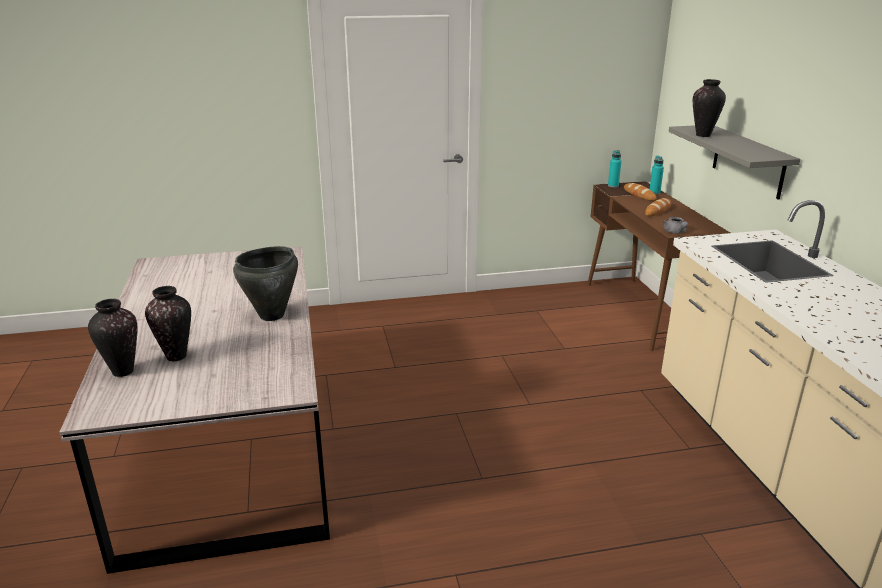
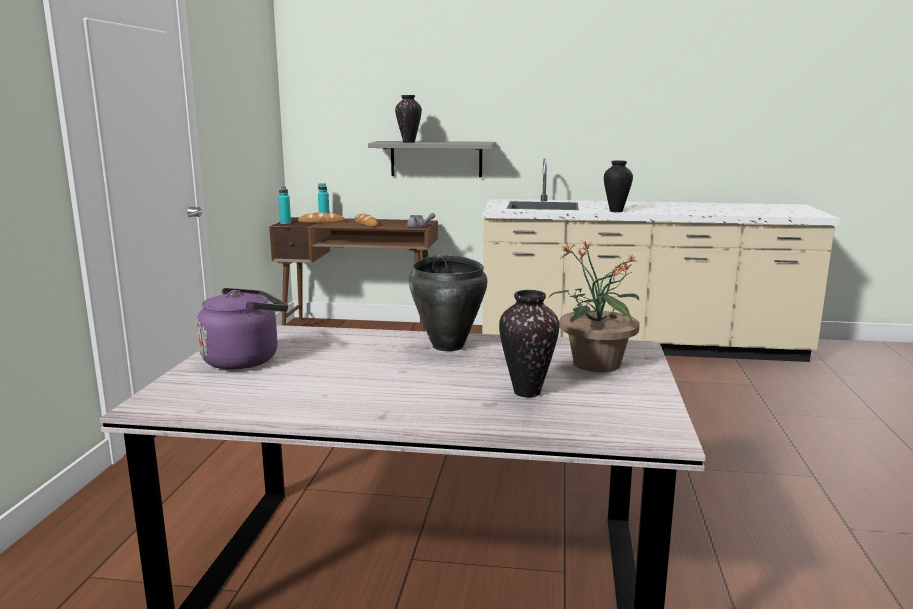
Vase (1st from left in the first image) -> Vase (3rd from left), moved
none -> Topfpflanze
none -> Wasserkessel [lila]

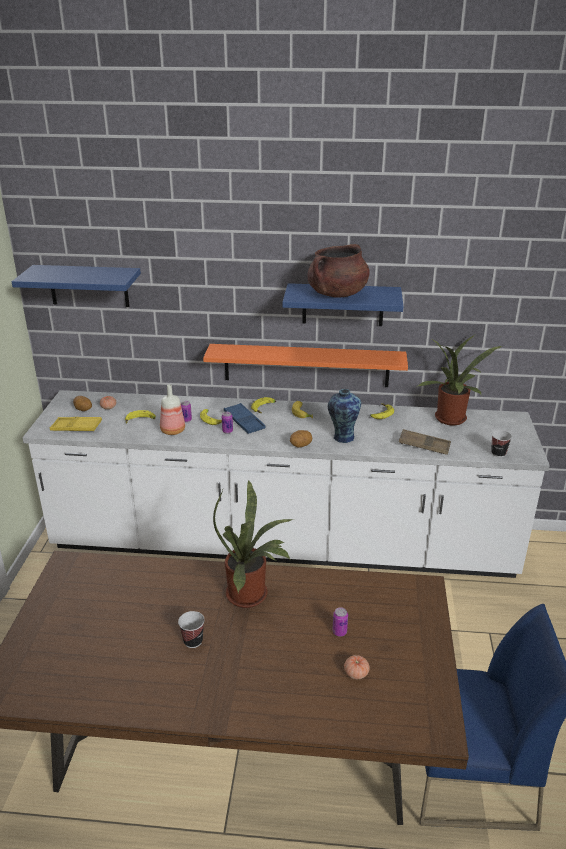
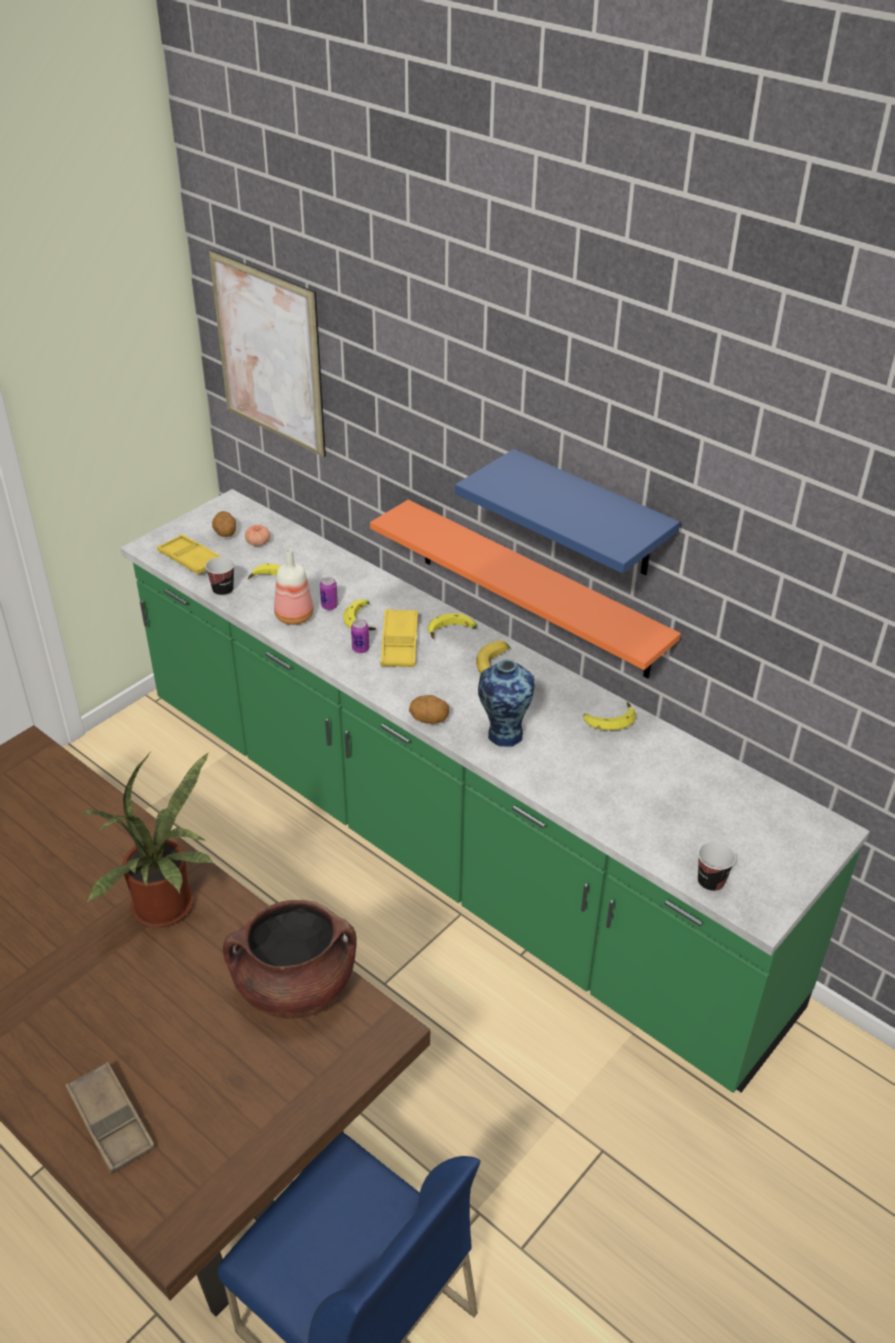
Kochtopf [braun], moved
Wandregal [blau] (1st from left) -> Bild
Topfpflanze (2nd from left) -> none
Küchenzeile [weiß] -> Küchenzeile [grün]
Tablett [blau] -> Tablett [gelb] (2nd from left)
Tablett [braun], moved
Dose (3rd from left) -> none
Tasse (1st from left), moved
Tomate (2nd from left) -> none

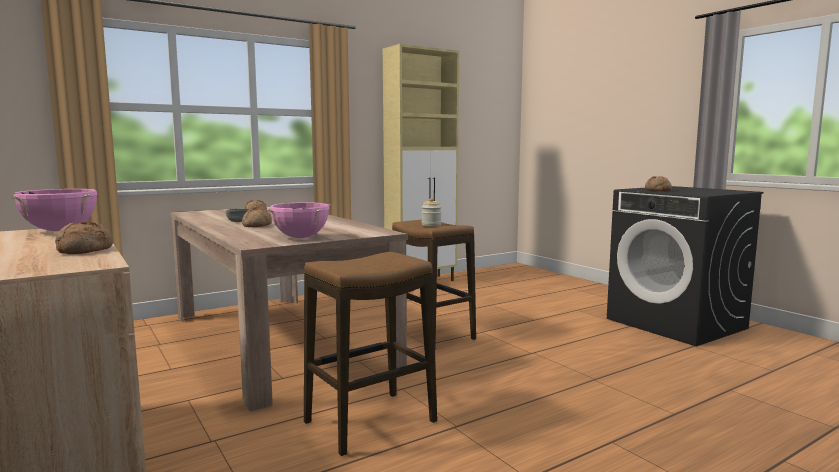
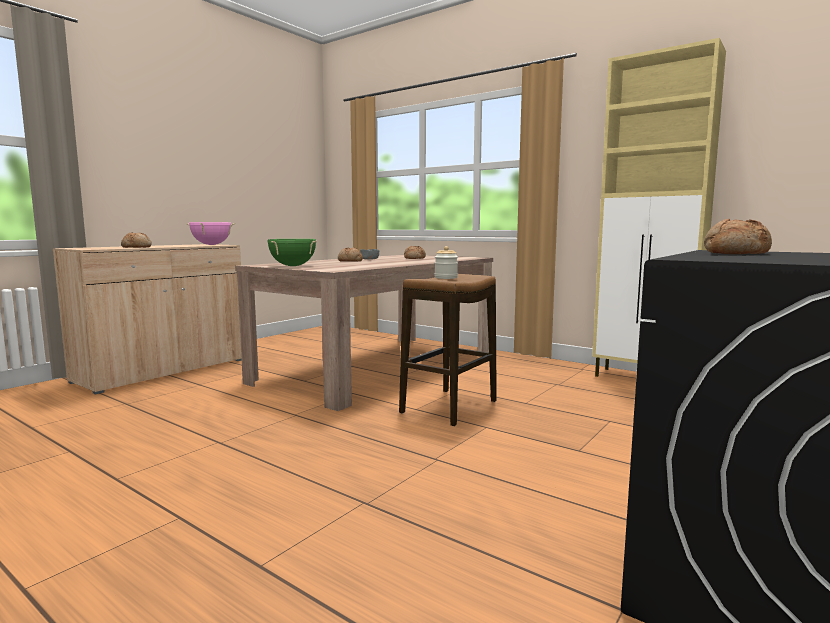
Kochtopf [rosa] (2nd from left) -> Kochtopf [grün]
Hocker (1st from left) -> none

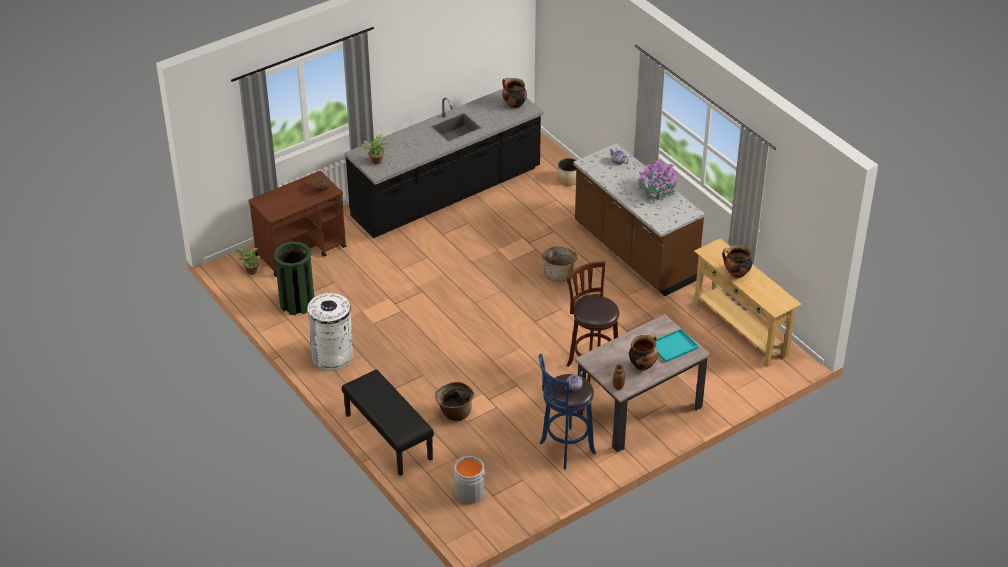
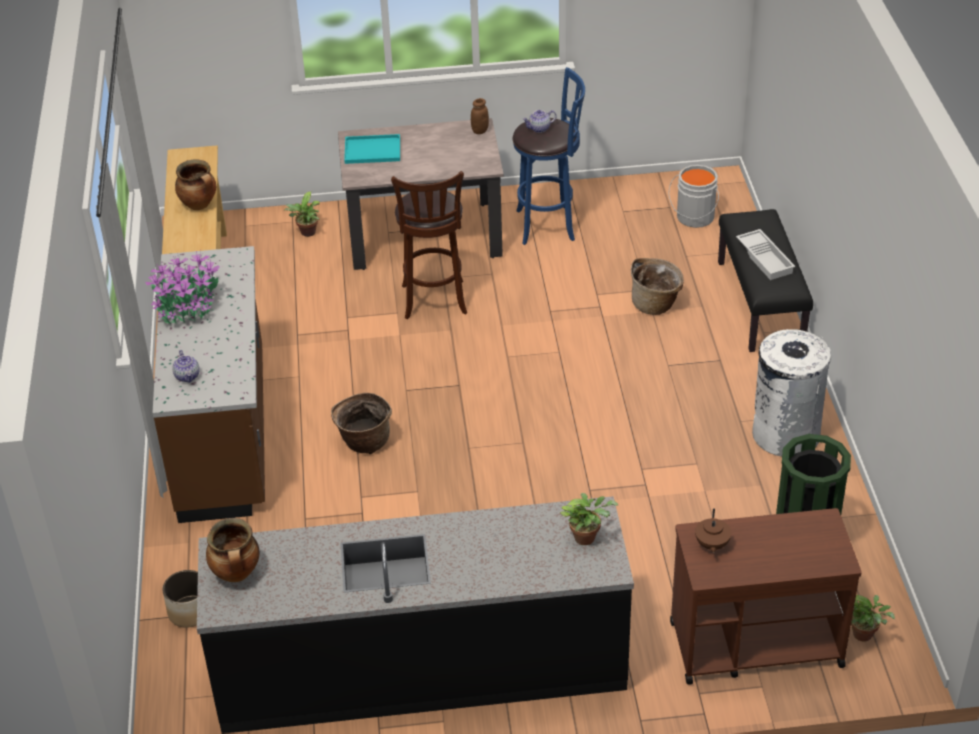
Kochtopf (2nd from left) -> none
none -> Topfpflanze (2nd from left)
none -> Tablett [weiß]

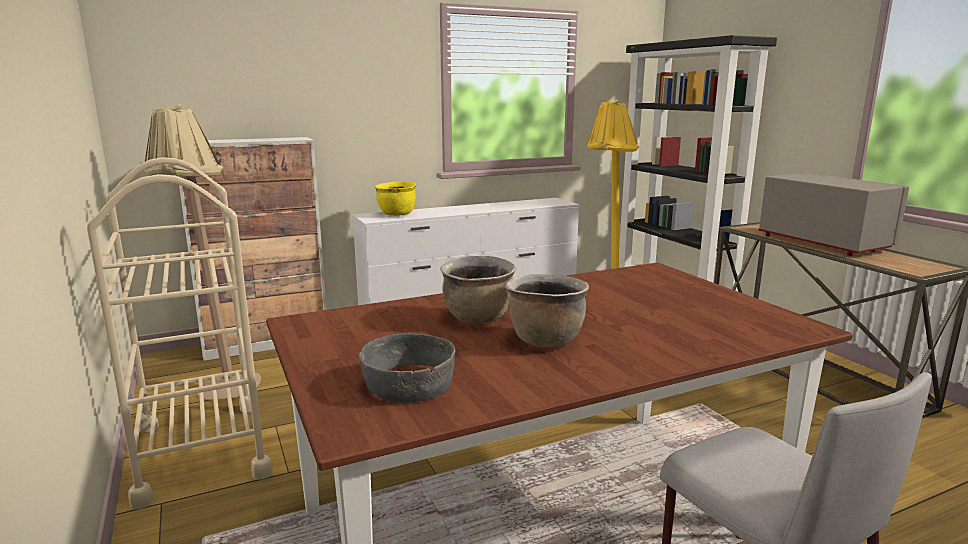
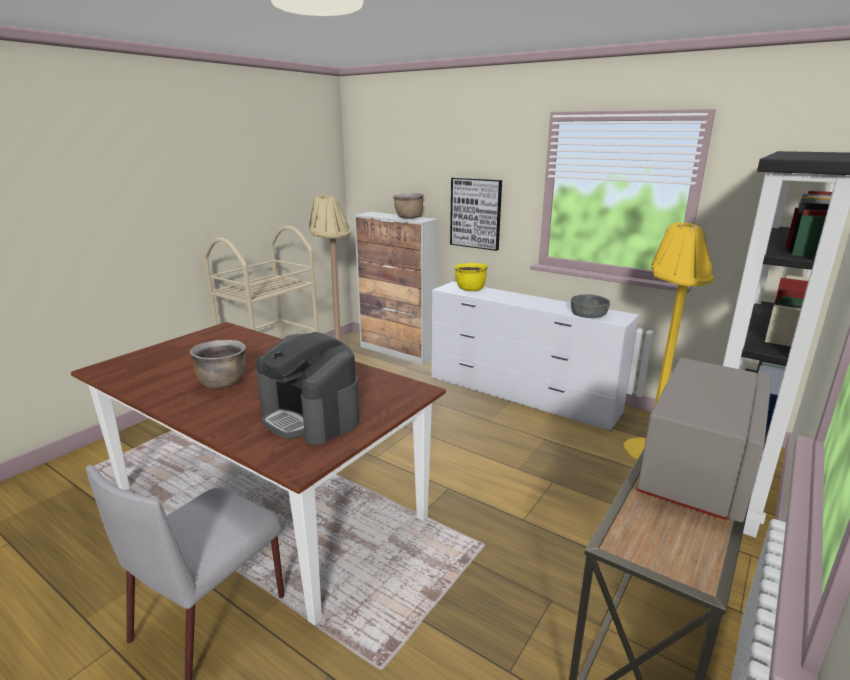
Kochtopf [braun] (1st from left in the first image) -> Kochtopf [braun] (2nd from left), moved
Schüssel [grau], moved
none -> Bild
none -> Kaffeemaschine

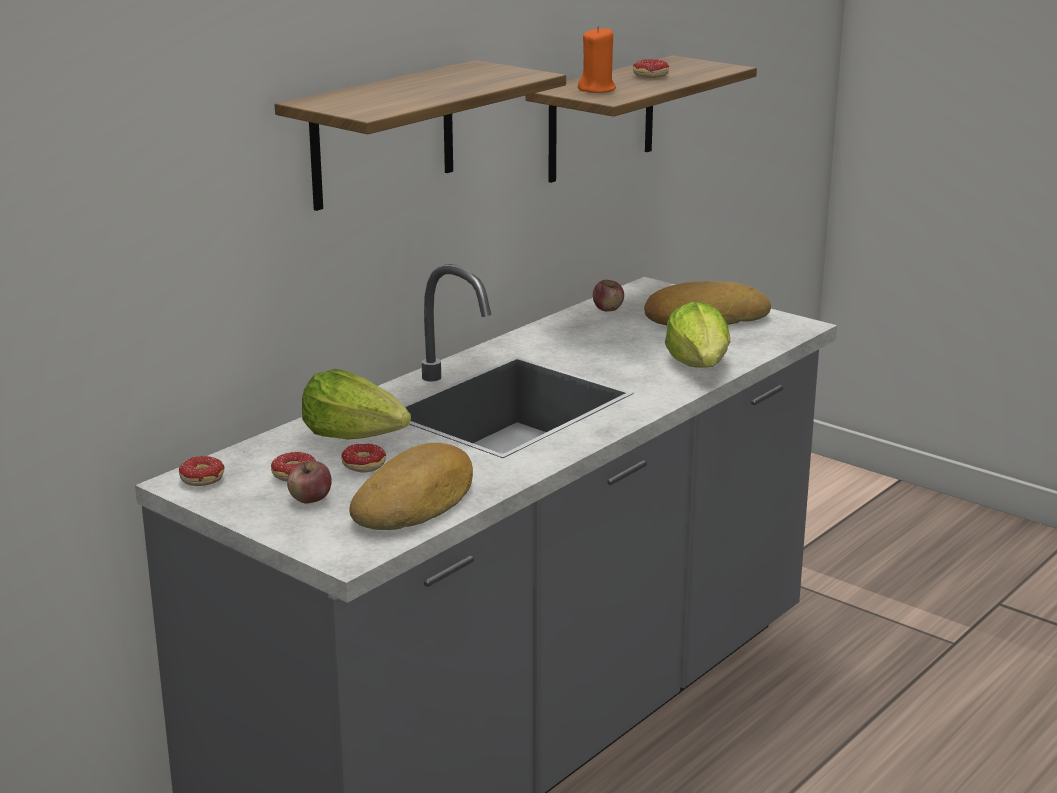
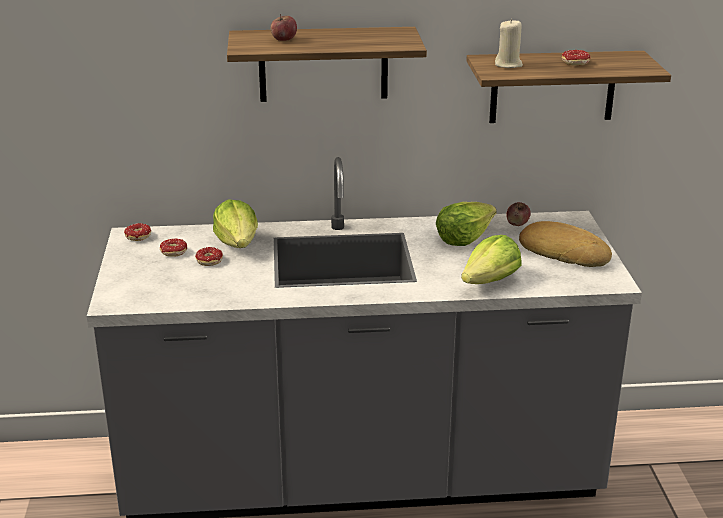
Kerze [orange] -> Kerze [beige]
Brot (1st from left) -> none
Apfel (1st from left), moved
none -> Salatkopf (2nd from left)

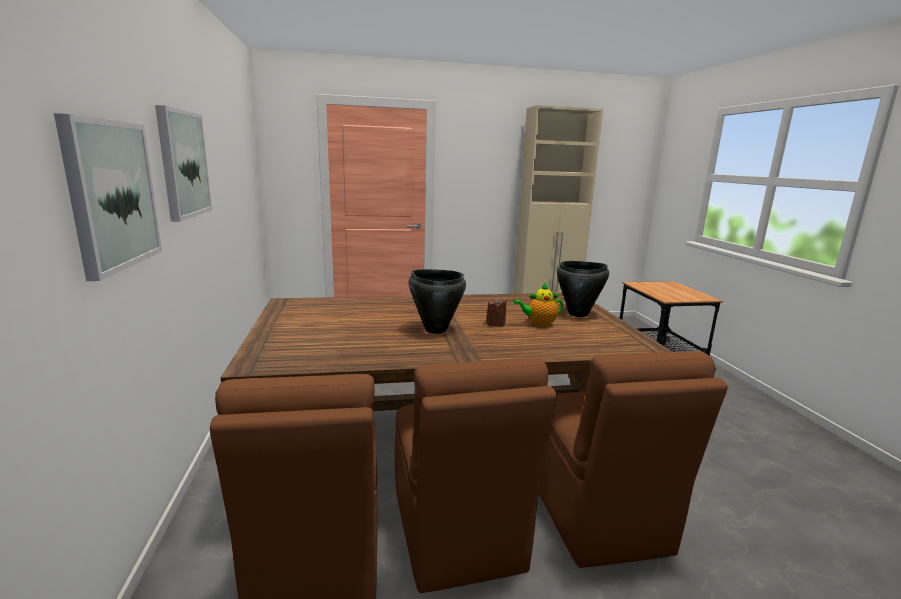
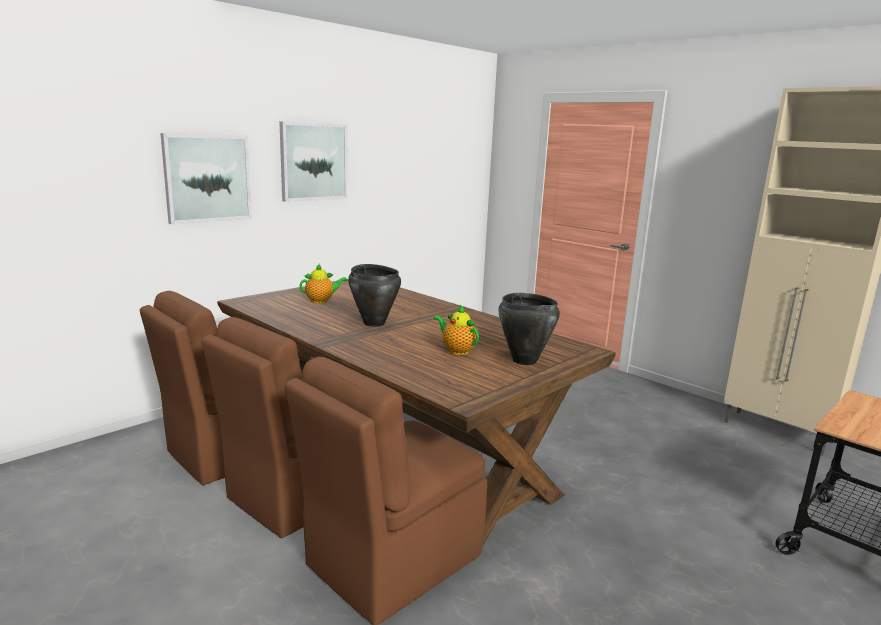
Kerze [braun] -> none
none -> Teekanne (1st from left)

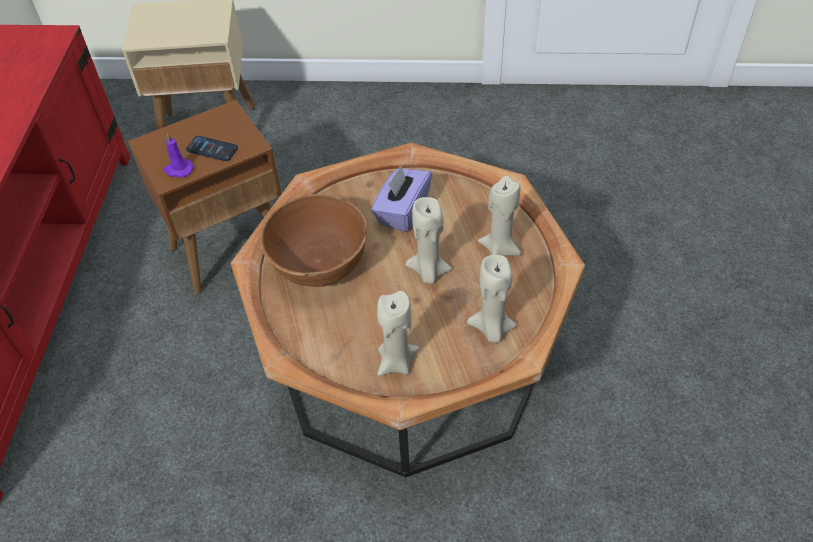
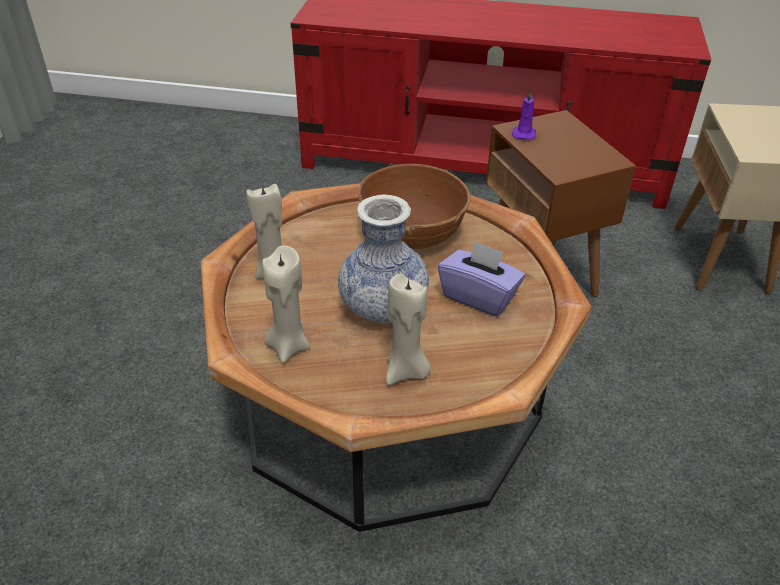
Handy -> none
Kerze [beige] (2nd from left) -> Vase

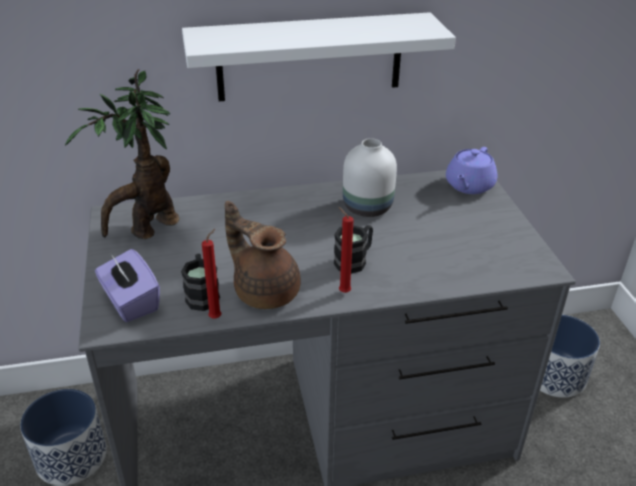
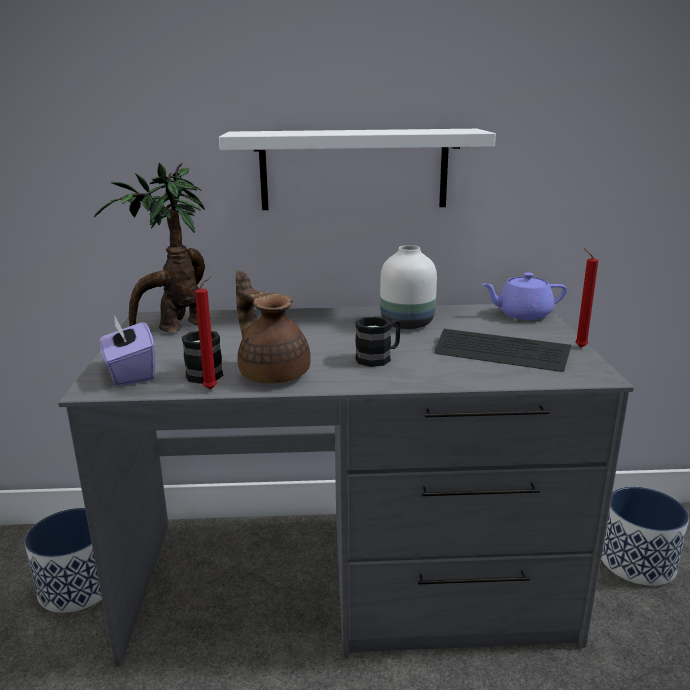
Teekanne [lila], 45 degrees clockwise
Kerze [rot] (2nd from left), moved
none -> Tastatur

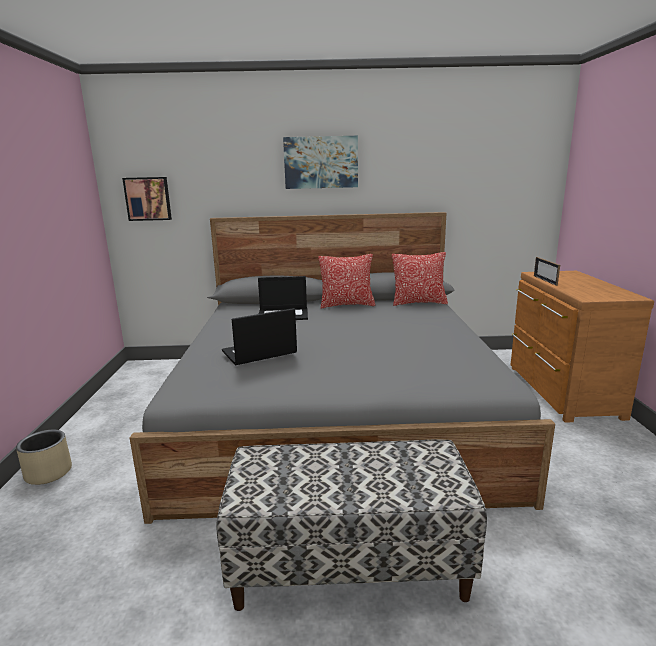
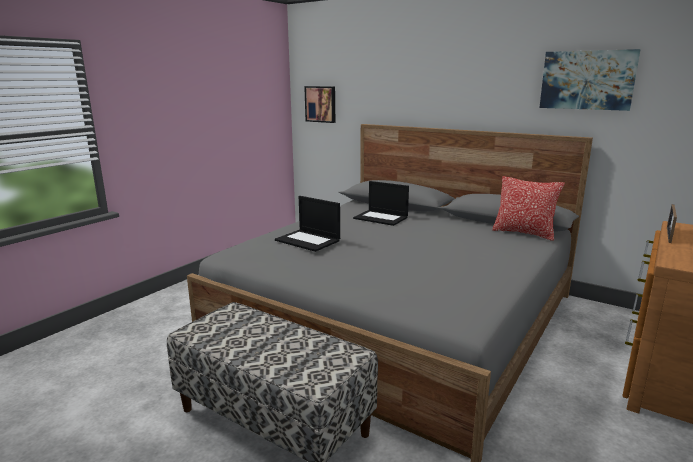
Bild (2nd from left), moved
Kissen (1st from left) -> none
Laptop (1st from left), 150 degrees counterclockwise
Pflanzkübel [beige] -> none

